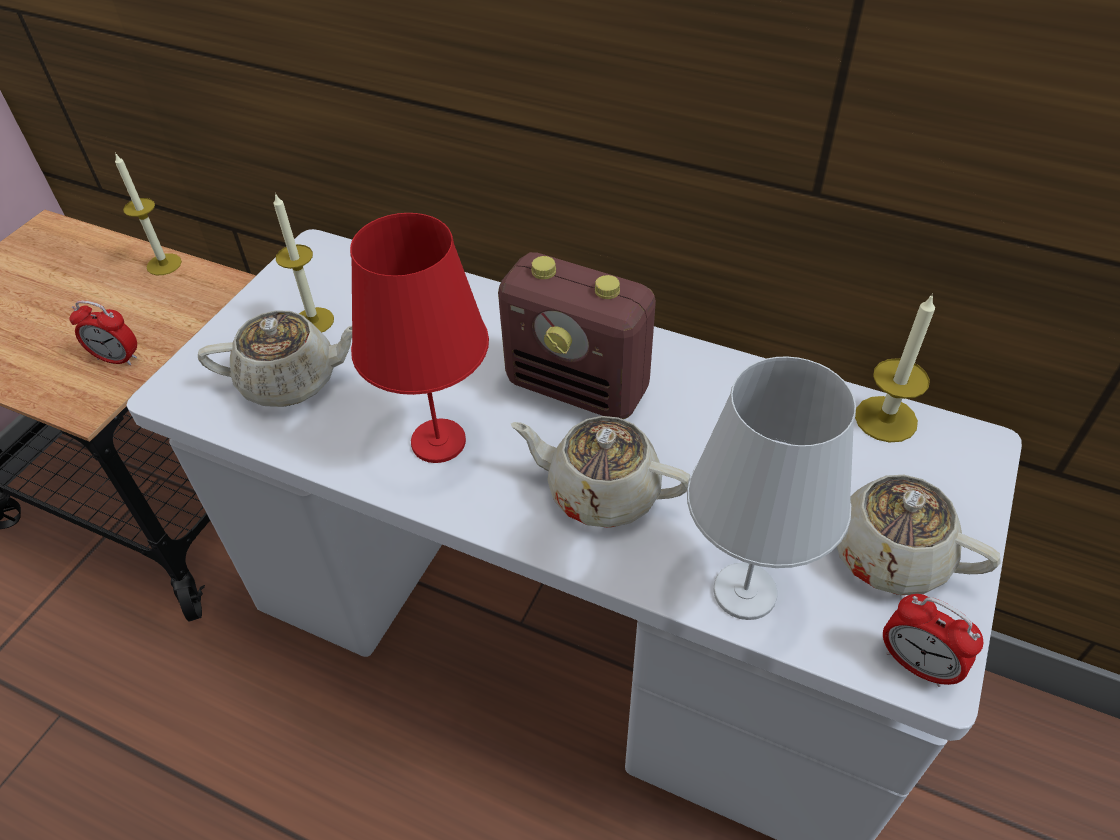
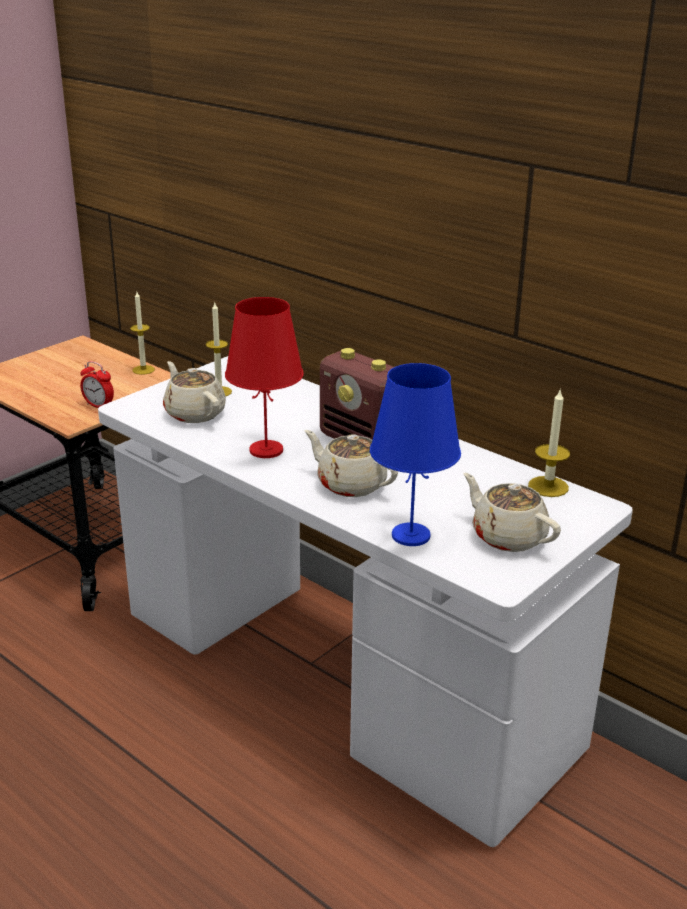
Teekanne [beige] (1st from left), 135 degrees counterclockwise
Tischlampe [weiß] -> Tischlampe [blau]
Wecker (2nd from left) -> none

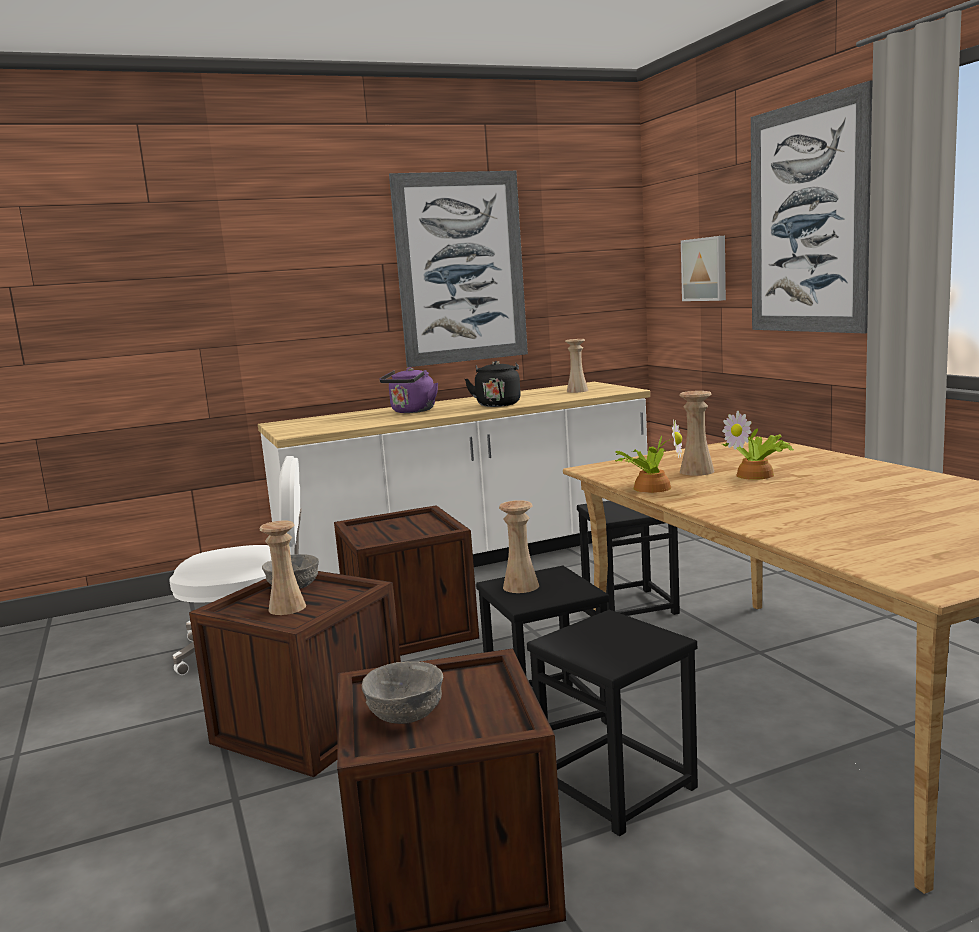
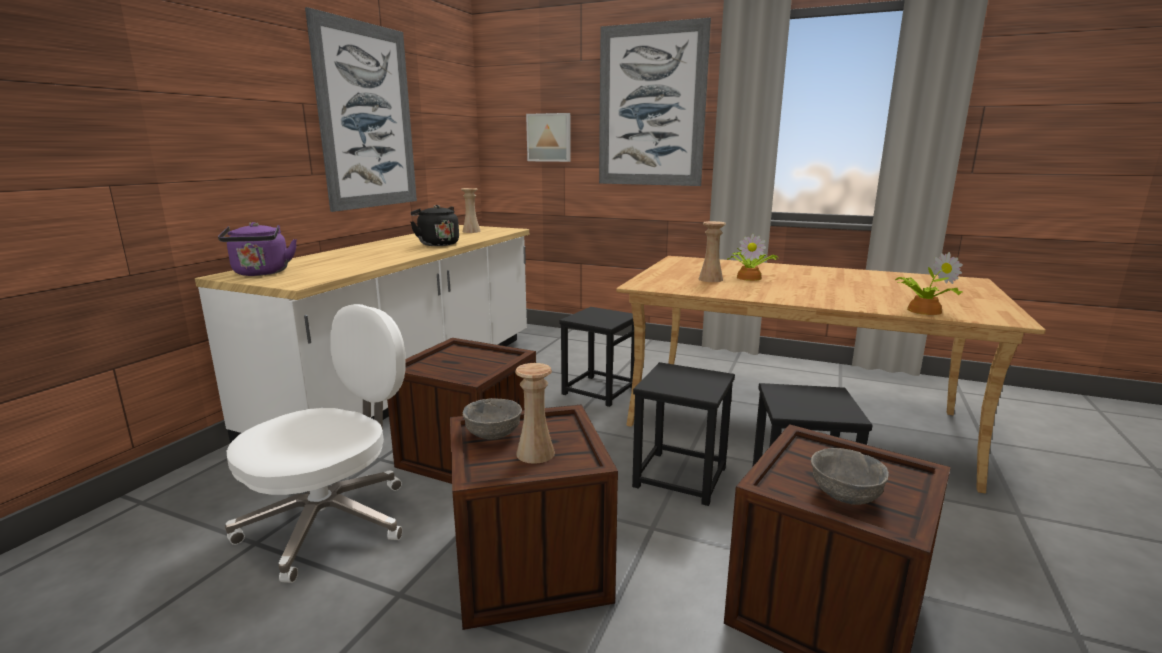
Wasserkessel [lila], moved
Topfpflanze (1st from left in the first image) -> Topfpflanze (2nd from left), moved
Vase [beige] (2nd from left) -> none

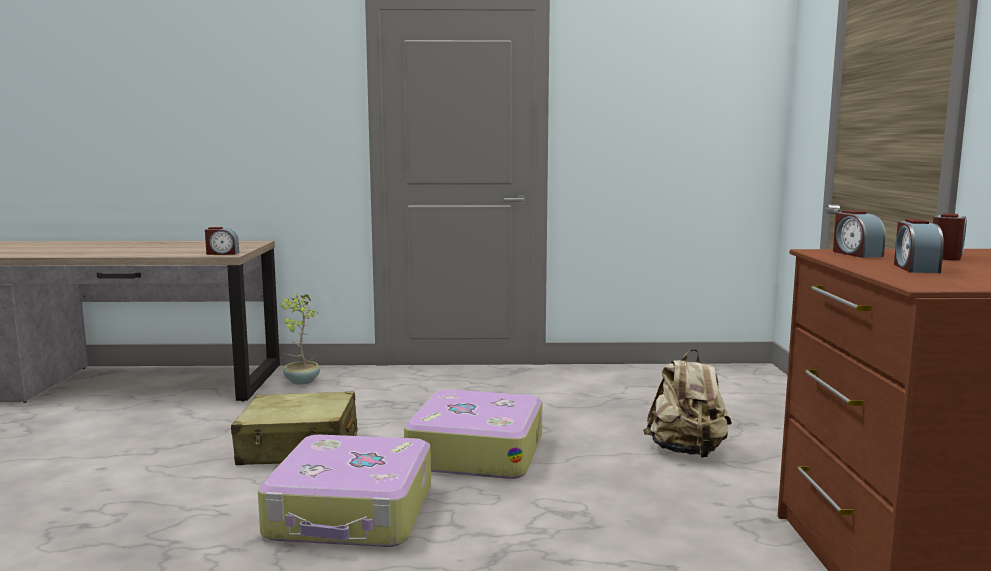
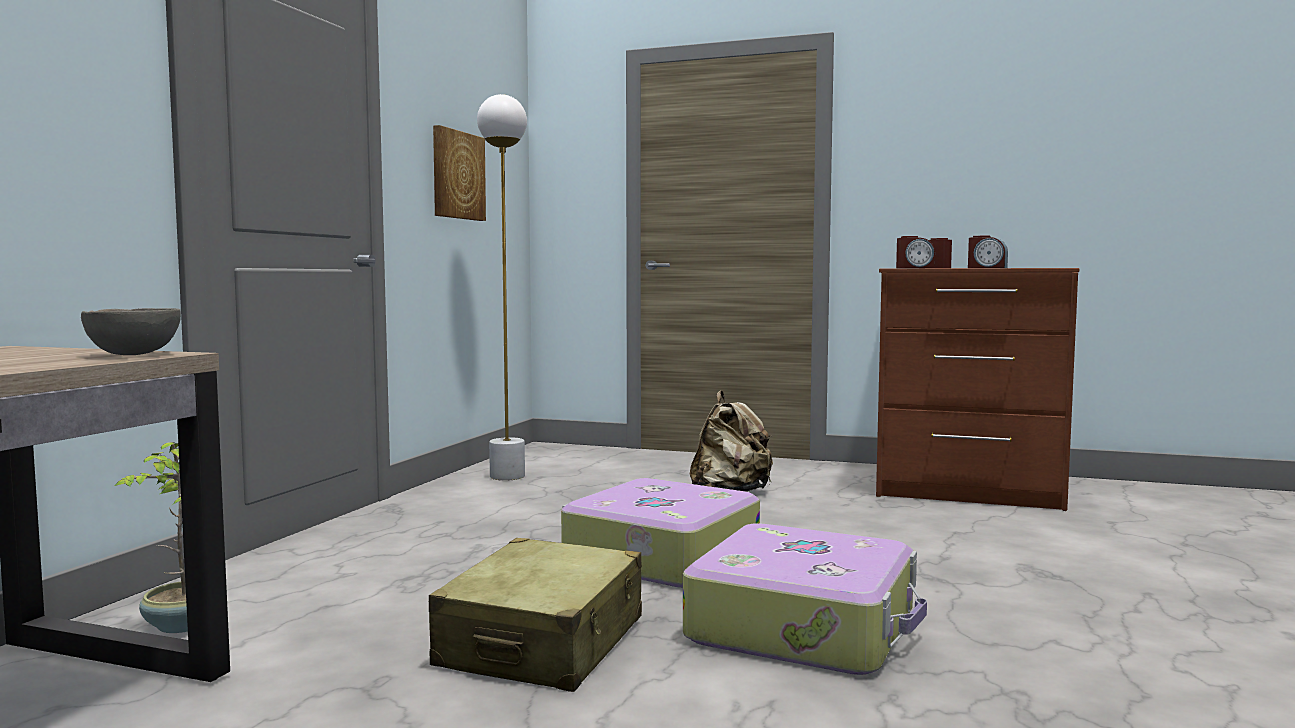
Wecker (1st from left) -> Schüssel [grau]
none -> Stehlampe [weiß]
none -> Bild

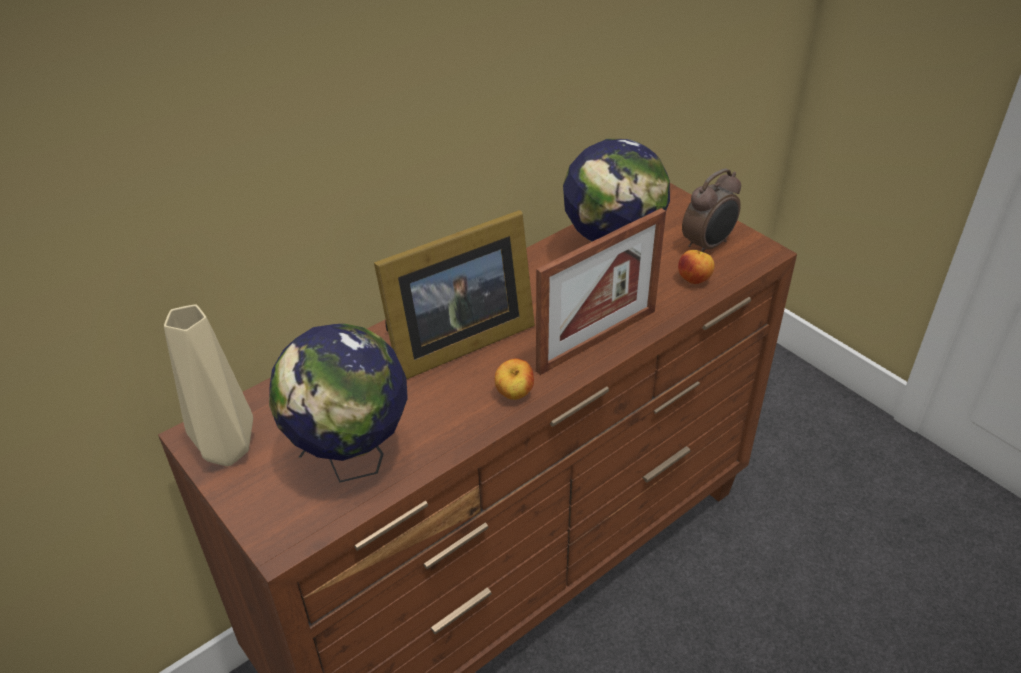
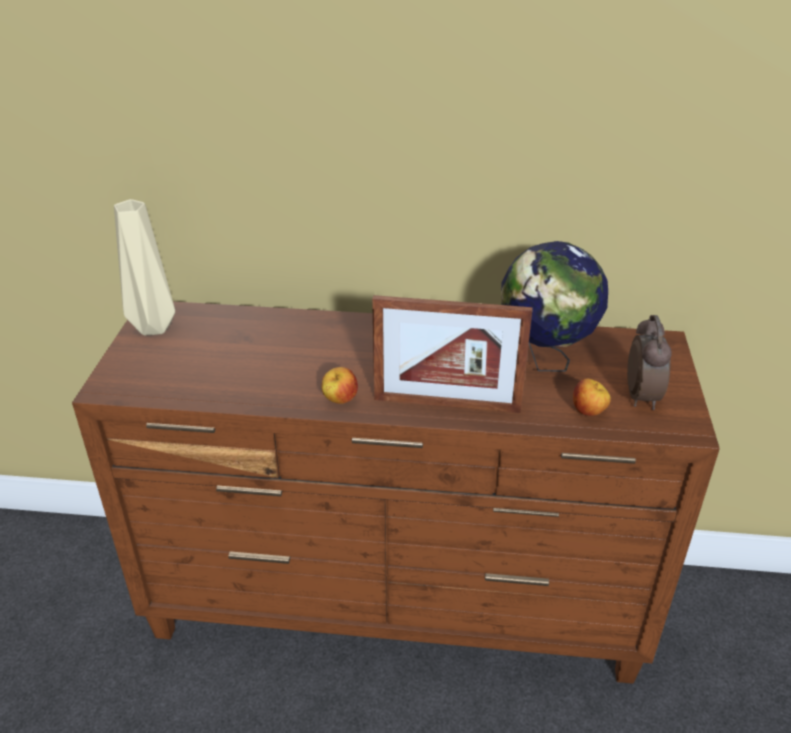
Wecker, 90 degrees counterclockwise
Bilderrahmen (1st from left) -> none
Globus (1st from left) -> none

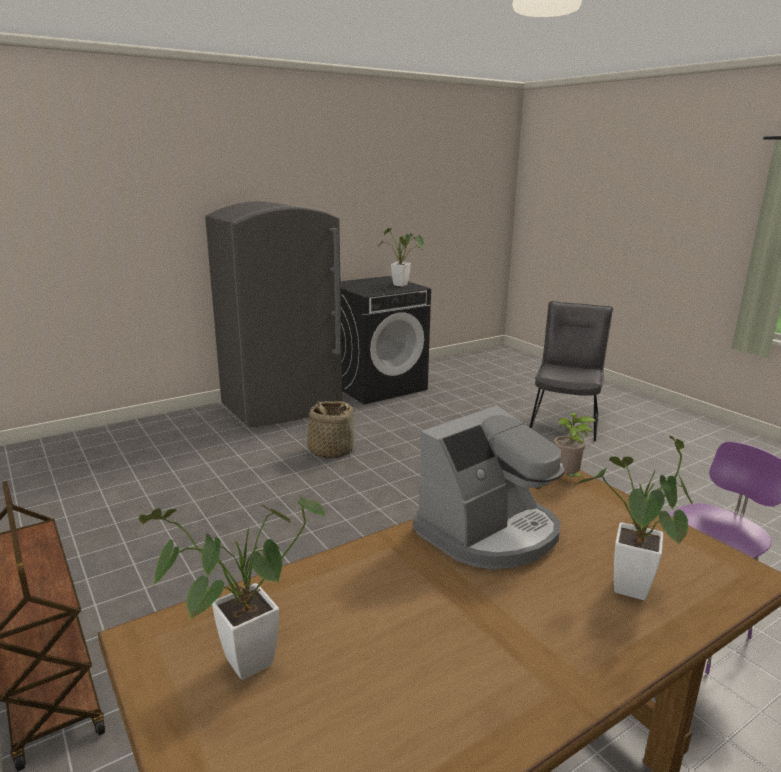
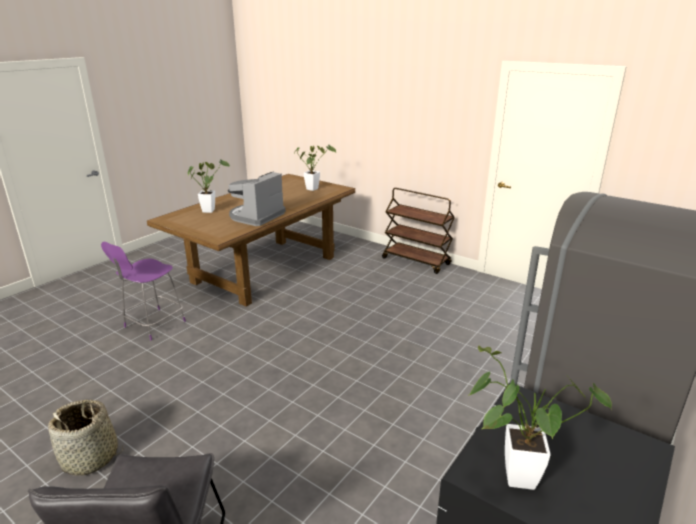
Korb, moved
Topfpflanze (3rd from left) -> none

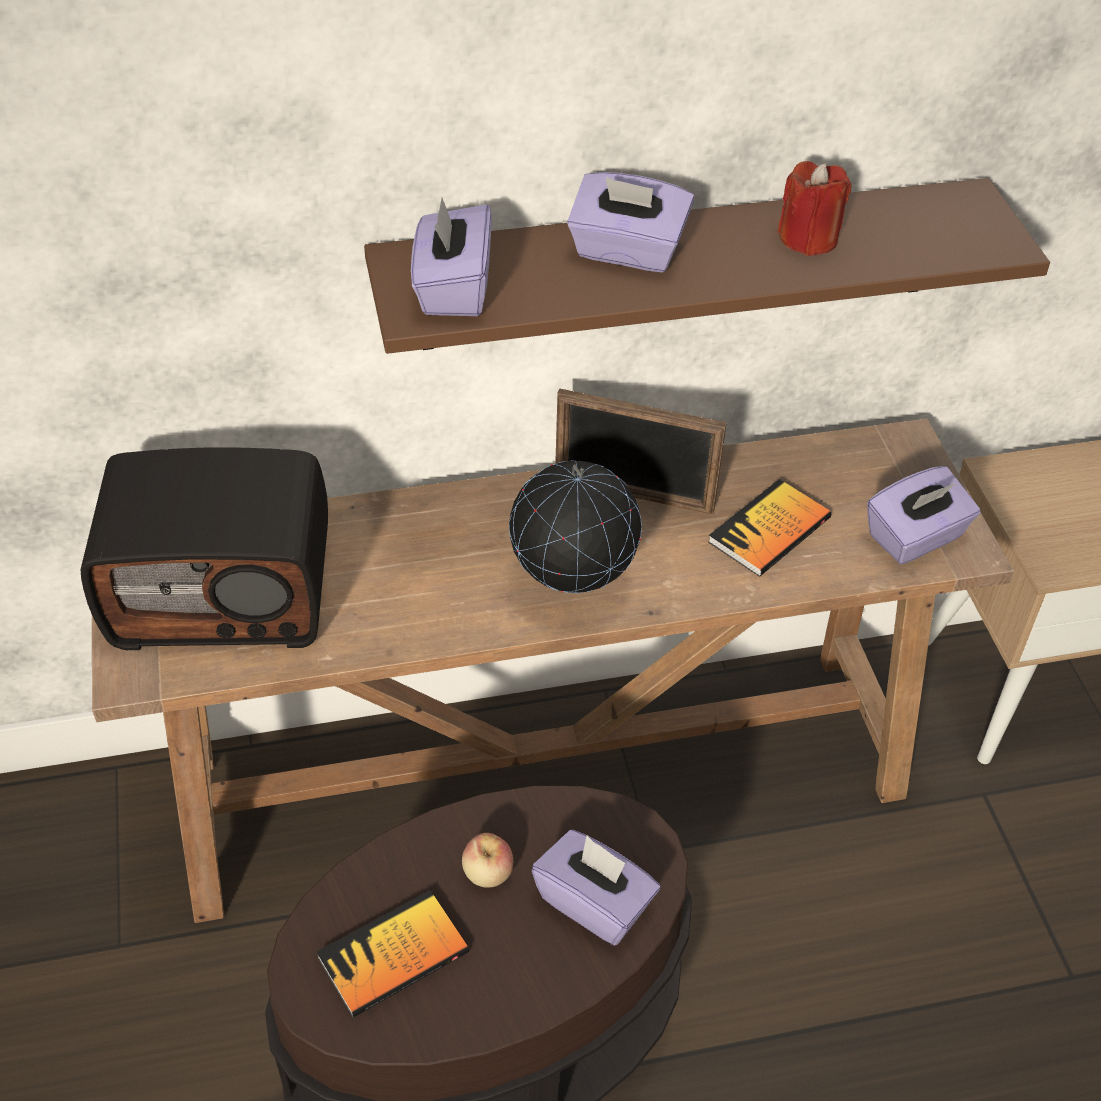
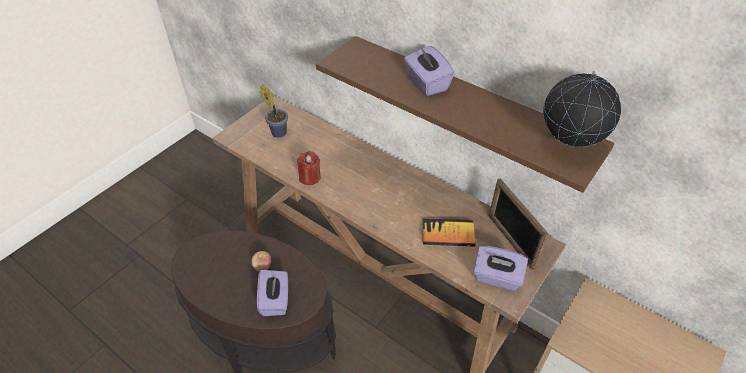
Kerze [rot], moved
Taschentuchbox [lila] (1st from left) -> none
Bilderrahmen, moved
Radio -> Topfpflanze
Globus, moved
Buch (1st from left) -> none

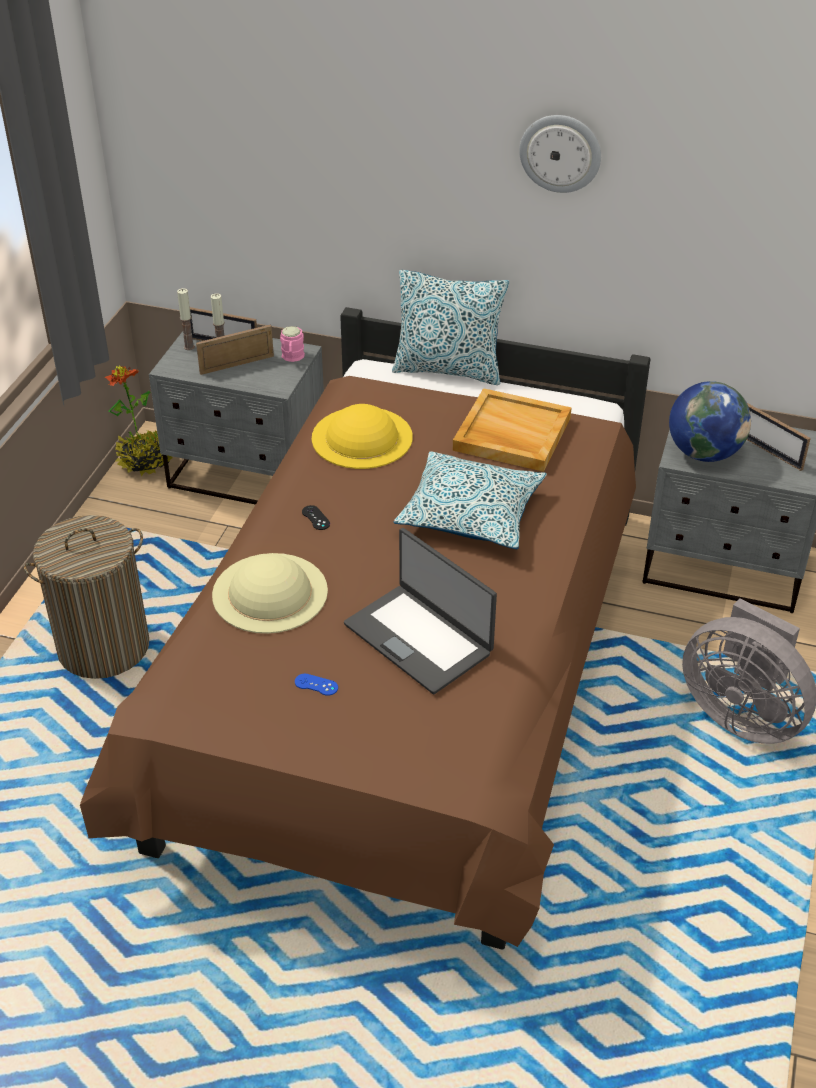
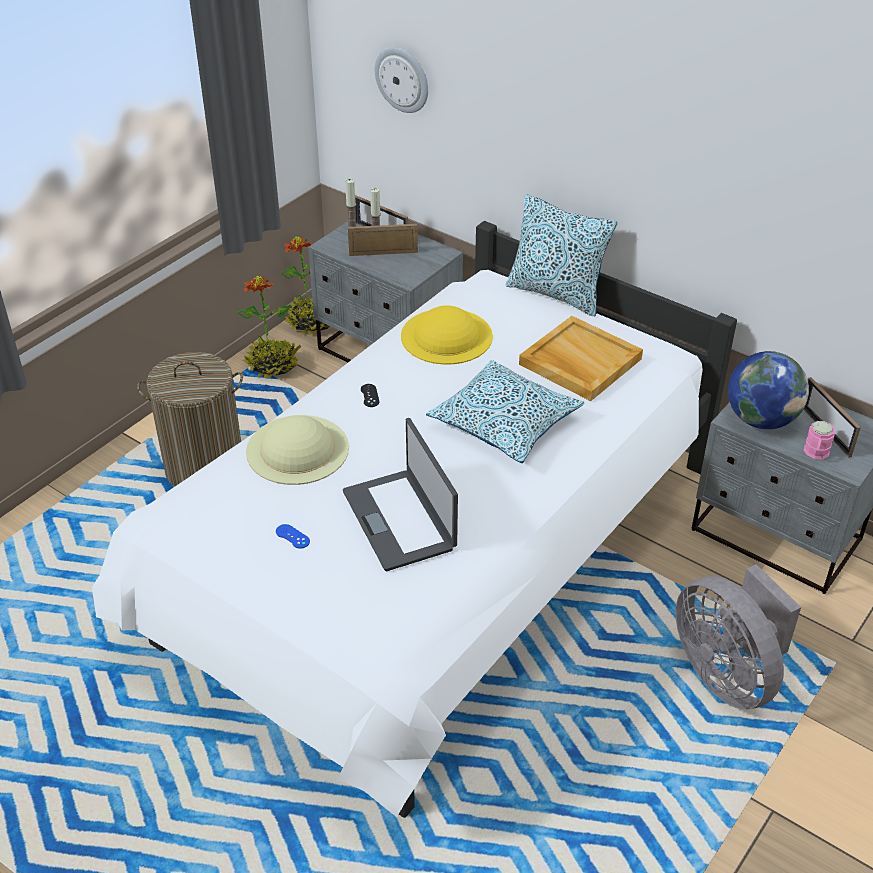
Wanduhr, moved
Bett [braun] -> Bett [weiß]
Henkelbecher [rosa], moved
none -> Topfpflanze (1st from left)

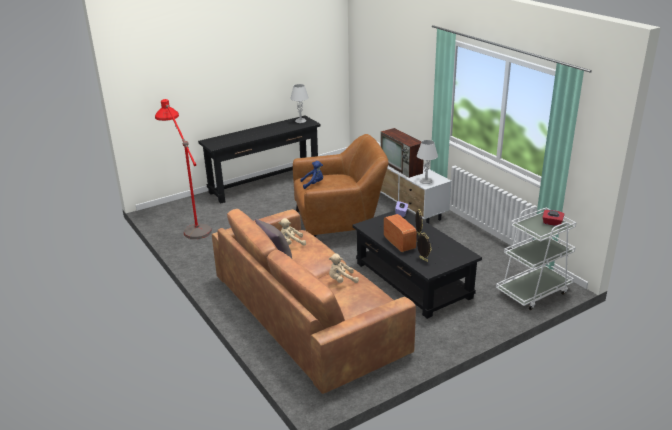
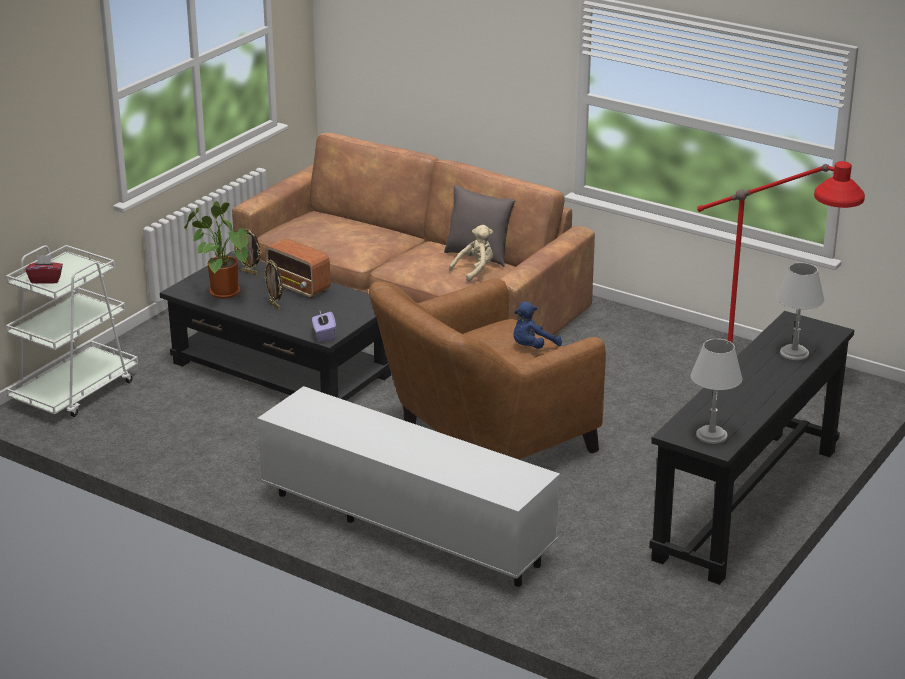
Fernseher -> none
Tischlampe [grau] (2nd from left), moved
Plüschtier [beige] (2nd from left) -> none
none -> Topfpflanze

